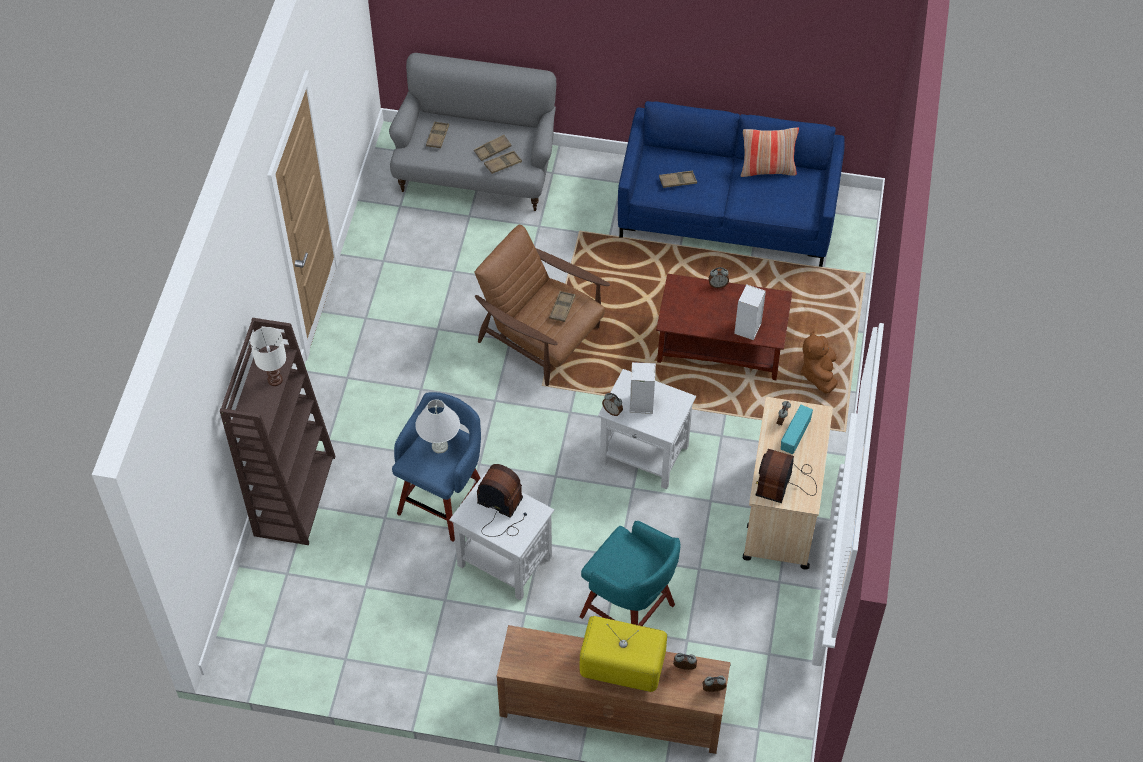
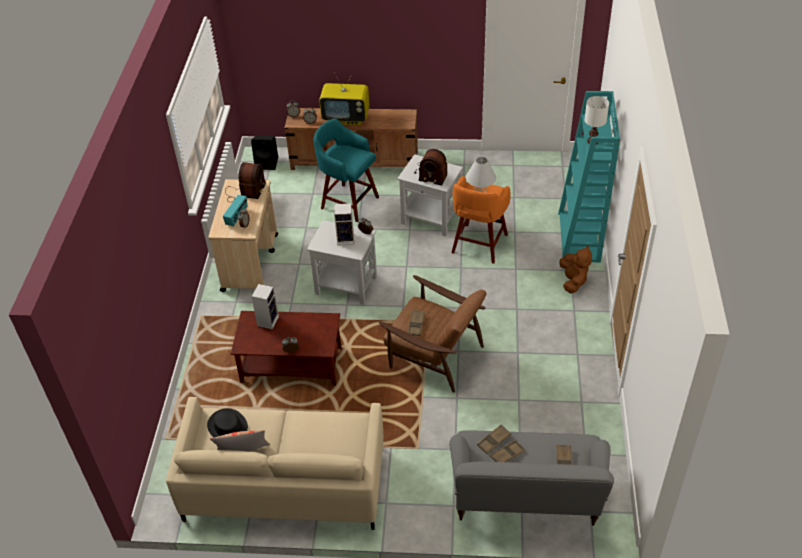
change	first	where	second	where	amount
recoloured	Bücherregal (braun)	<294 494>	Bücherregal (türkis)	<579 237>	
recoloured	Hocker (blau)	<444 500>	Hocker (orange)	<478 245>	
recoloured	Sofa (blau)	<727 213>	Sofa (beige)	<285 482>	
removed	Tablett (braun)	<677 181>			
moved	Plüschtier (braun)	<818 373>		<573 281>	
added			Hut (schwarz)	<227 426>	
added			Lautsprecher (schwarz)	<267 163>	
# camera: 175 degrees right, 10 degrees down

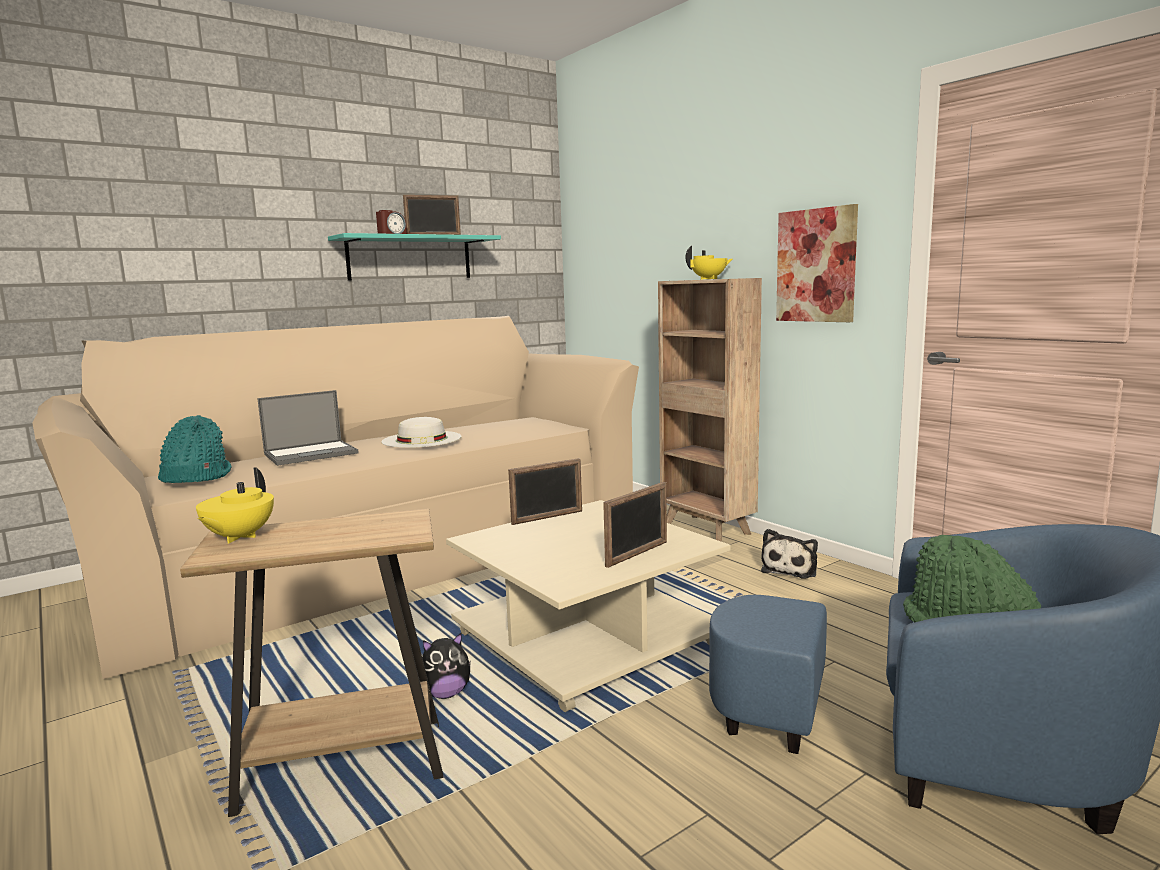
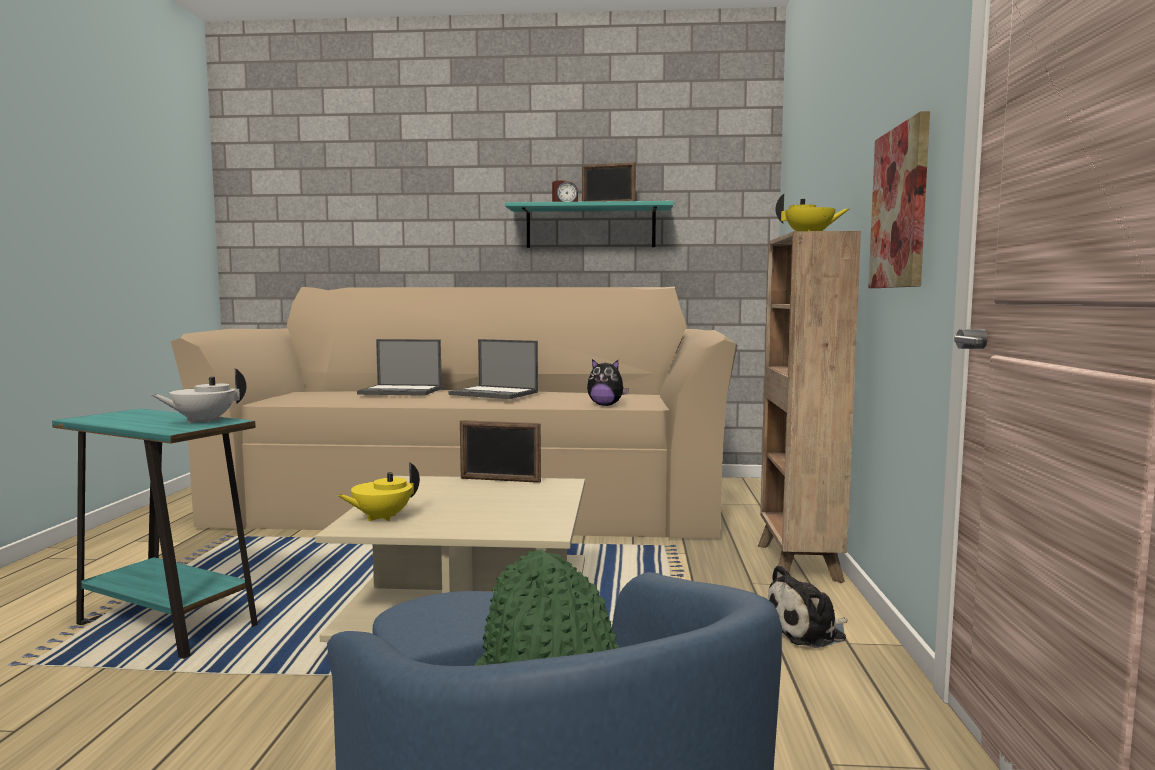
change	first	where	second	where	amount
removed	Hut (türkis)	<195 477>			
recoloured	Beistelltisch (braun)	<342 766>	Beistelltisch (türkis)	<167 624>	
moved	Teekanne (gelb)	<238 537>		<381 518>	
replaced	Hut (weiß)	<422 439>	Laptop	<495 393>	
moved	Plüschtier	<446 694>		<606 405>	
removed	Bilderrahmen	<637 554>			
added			Teekanne (weiß)	<203 421>	
# camera: 40 degrees right, 5 degrees down

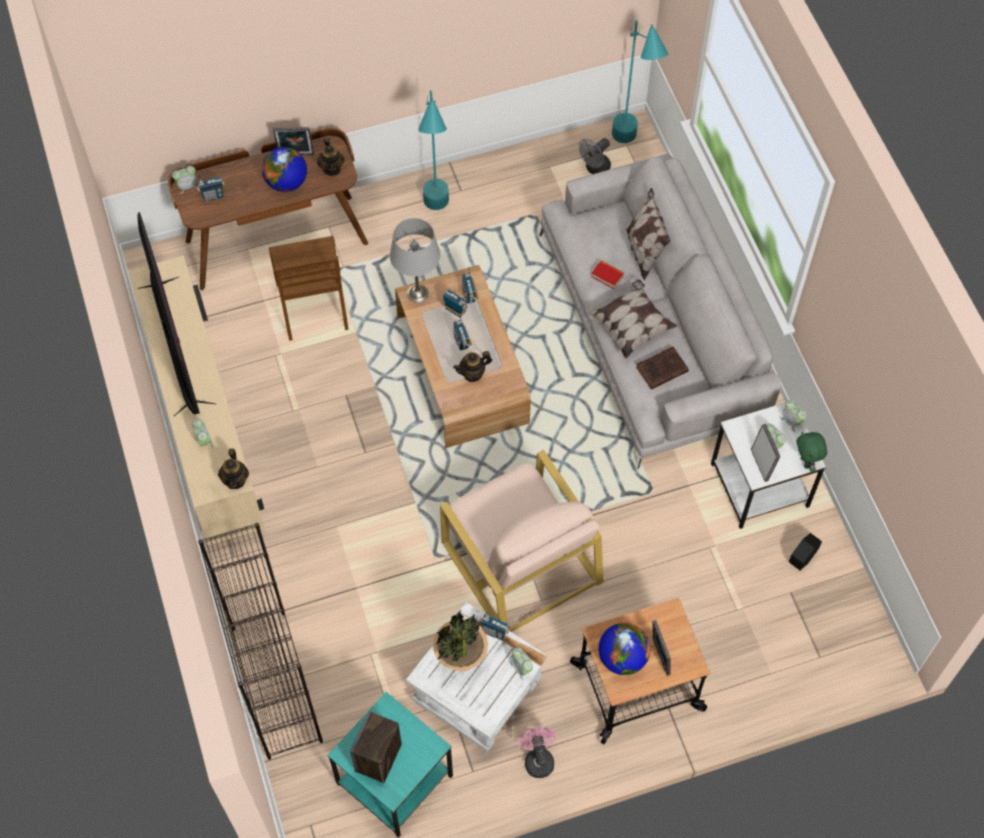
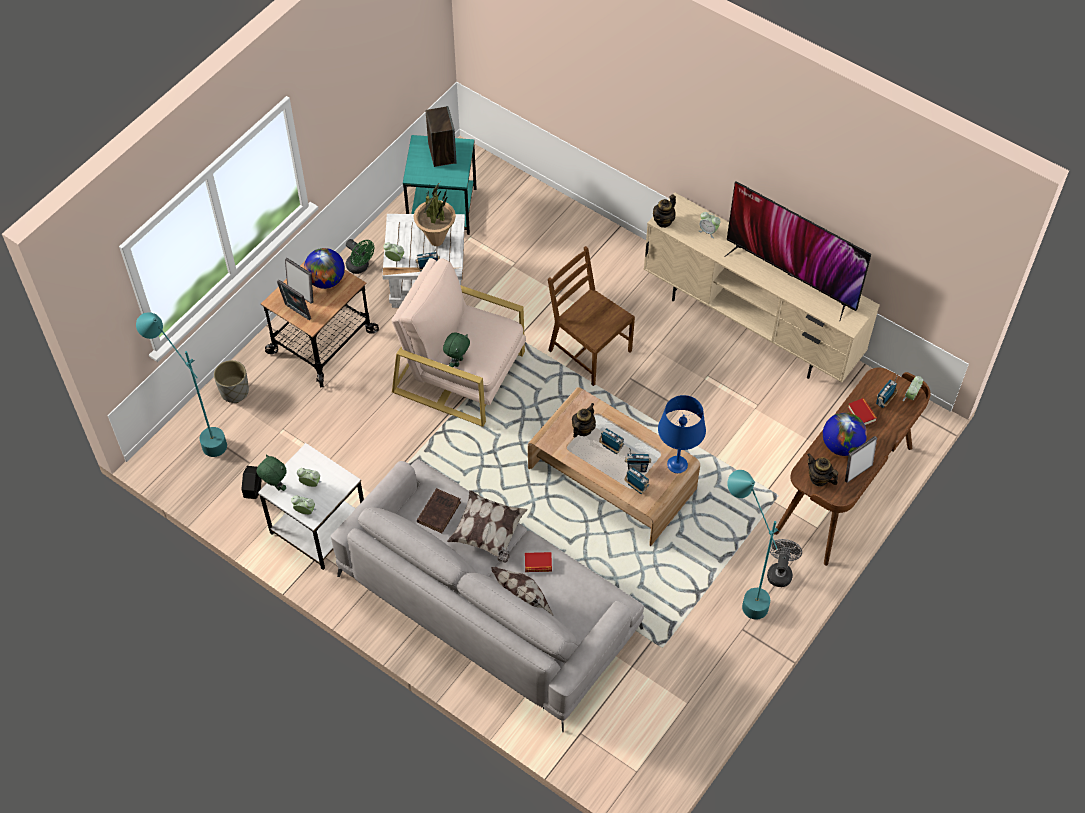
change	first	where	second	where	amount
removed	Bücherregal (schwarz)	<275 683>			
turned	Teekanne	<235 480>		<663 221>	105 degrees counterclockwise
moved	Stuhl (braun)	<313 307>		<588 351>	
recoloured	Tischlampe (grau)	<418 293>	Tischlampe (blau)	<677 464>	
recoloured	Ventilator (rosa)	<537 758>	Ventilator (grün)	<360 267>	
moved	Ventilator (grau)	<595 168>		<780 572>	
moved	Stehlampe (türkis)	<631 149>		<199 435>	
moved	Bilderrahmen	<761 464>		<296 313>	
added			Pflanzkübel (grau)	<234 391>	
added			Plüschtier (grün)	<457 361>	
added			Buch	<861 414>	
# camera: 145 degrees right, 5 degrees down

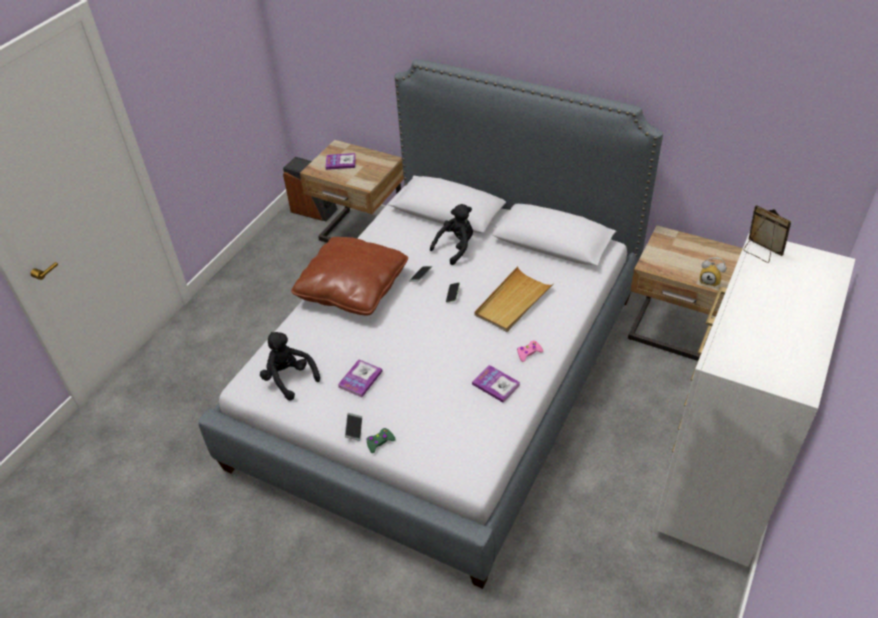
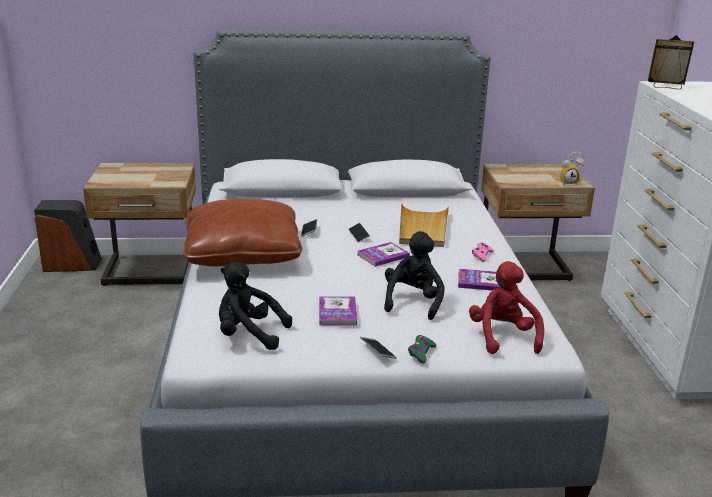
change	first	where	second	where	amount
moved	Buch	<340 162>		<383 255>	
moved	Plüschtier (schwarz)	<456 247>		<413 302>	
added			Plüschtier (rot)	<503 337>	
# camera: 35 degrees left, 20 degrees down

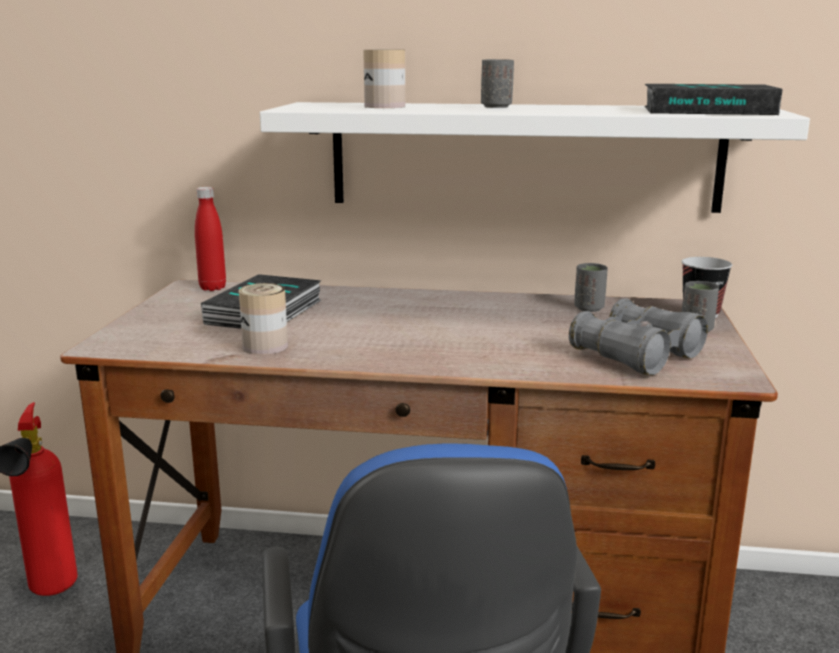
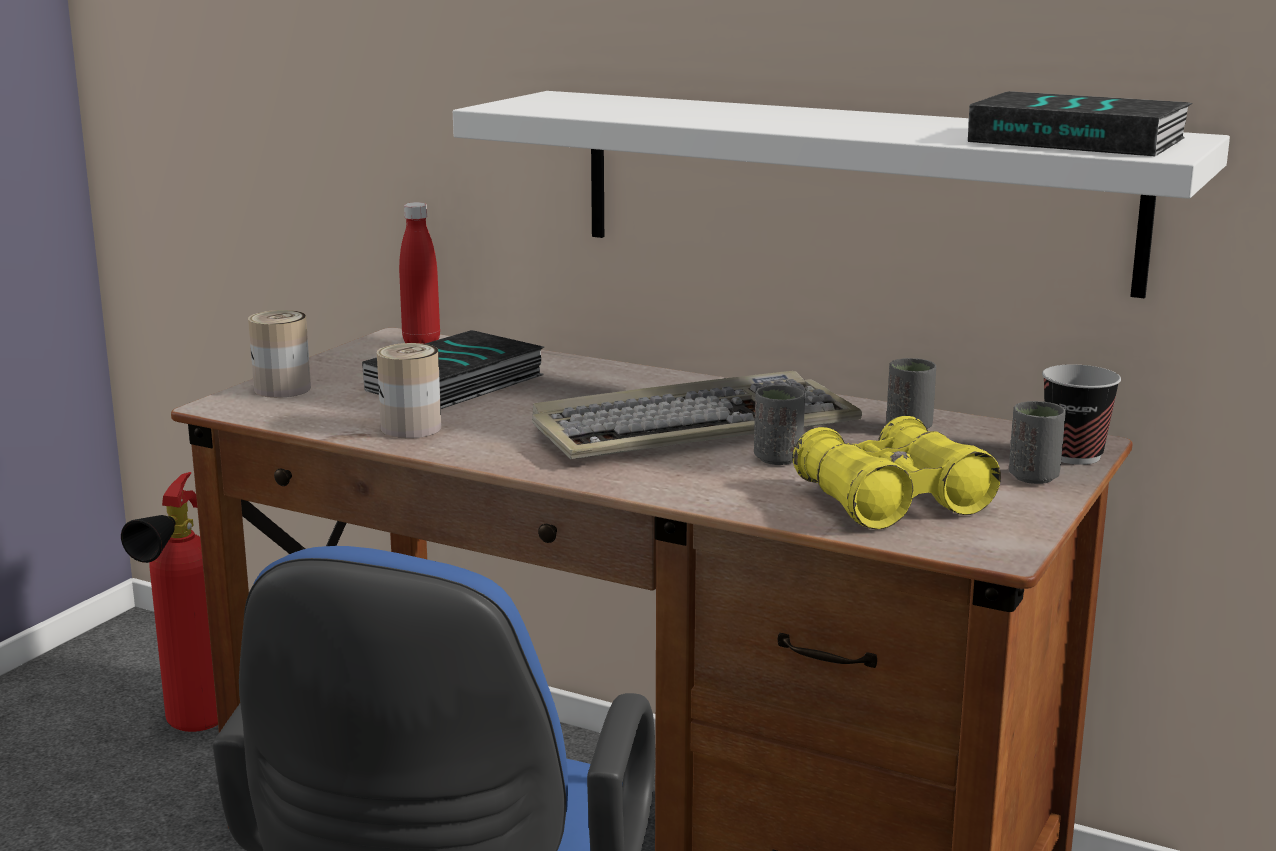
change	first	where	second	where	amount
moved	Dose	<384 106>		<282 389>	
moved	Tasse (grau)	<496 107>		<778 459>	
recoloured	Fernglas (grau)	<636 355>	Fernglas (gelb)	<892 500>	
added			Tastatur	<694 427>	
# camera: 20 degrees right, 0 degrees up

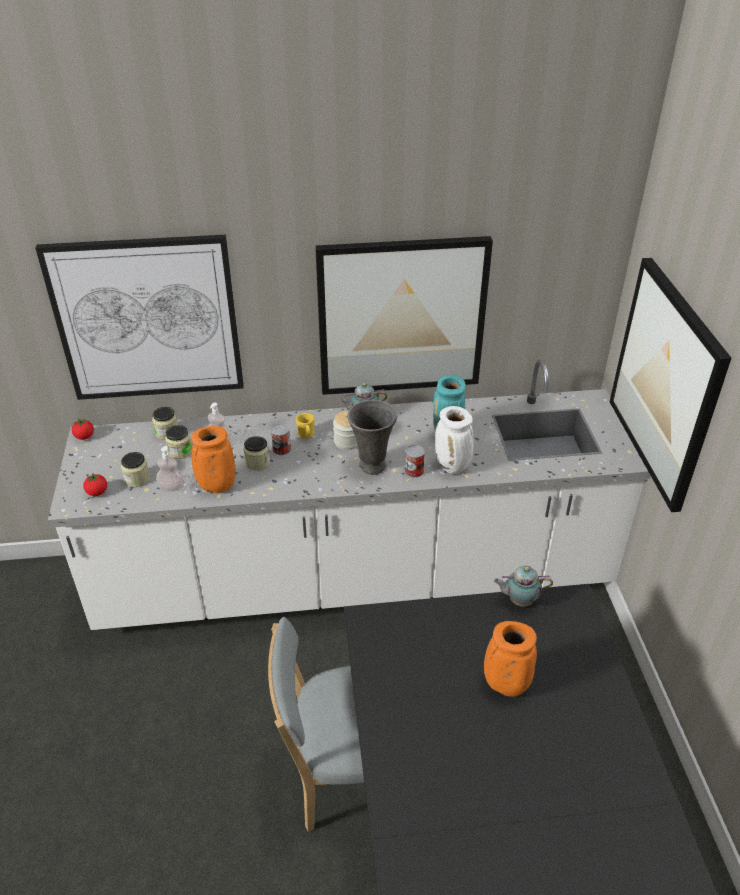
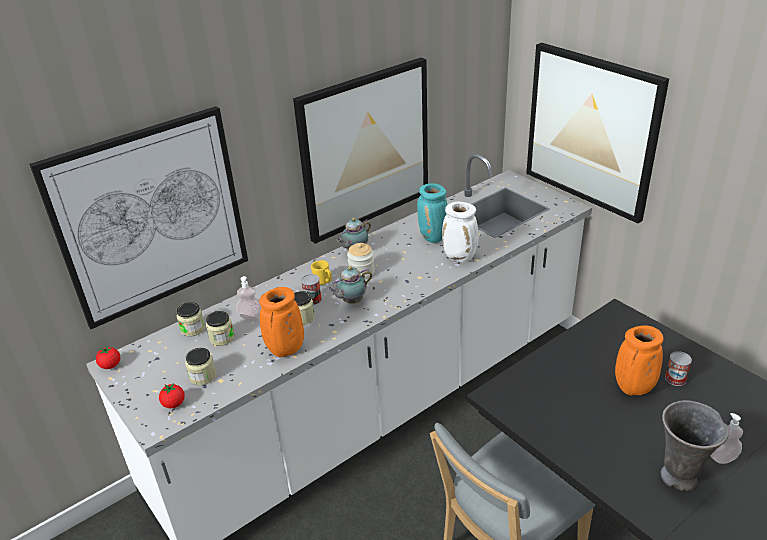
change	first	where	second	where	amount
moved	Seifenspender	<172 486>		<723 457>	
moved	Vase (grau)	<372 466>		<679 479>	
moved	Dose	<414 471>		<675 379>	
moved	Teekanne	<519 600>		<351 301>	
# camera: 30 degrees left, 5 degrees down

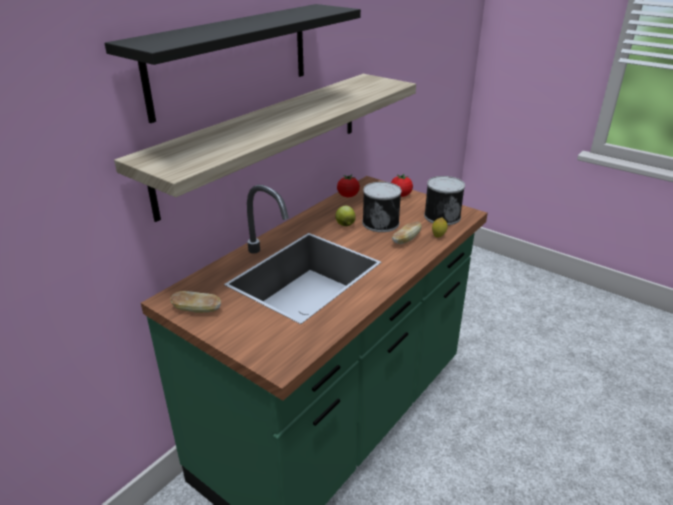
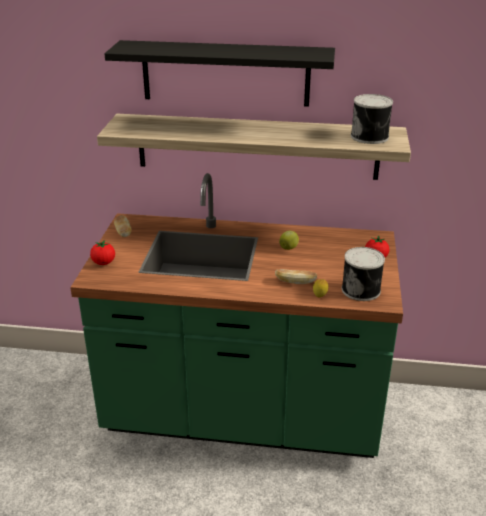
change	first	where	second	where	amount
moved	Tomate	<348 196>		<104 263>	
moved	Dose	<381 222>		<370 136>	
# camera: 60 degrees right, 0 degrees up

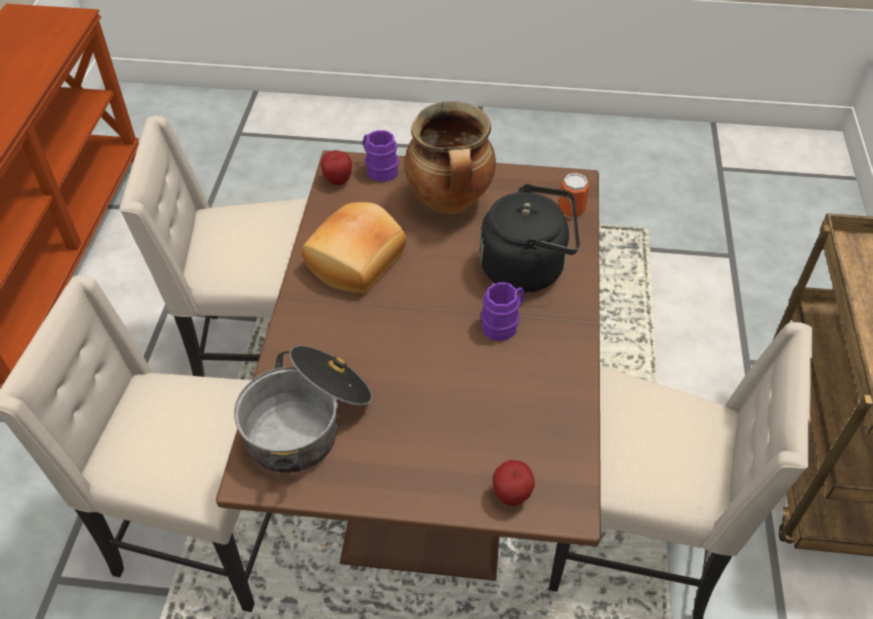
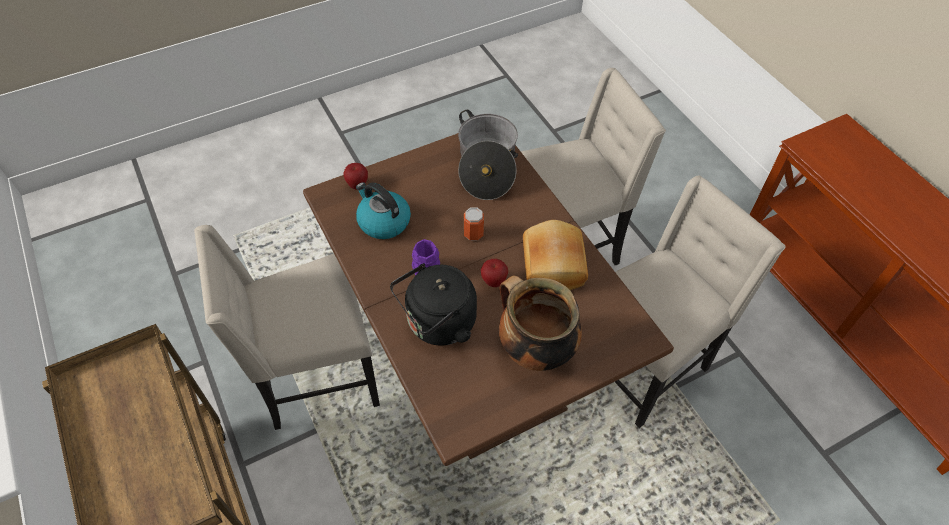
change	first	where	second	where	amount
moved	Apfel	<338 181>		<493 281>	
removed	Henkelbecher (lila)	<379 169>			
moved	Dose	<571 210>		<473 234>	
added			Wasserkessel	<383 222>	
# camera: 145 degrees right, 5 degrees up

